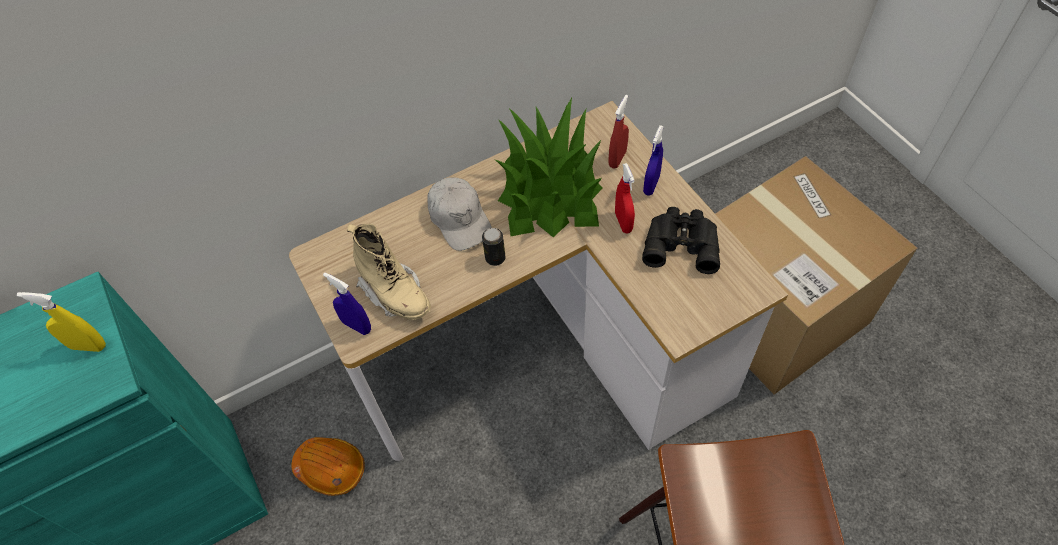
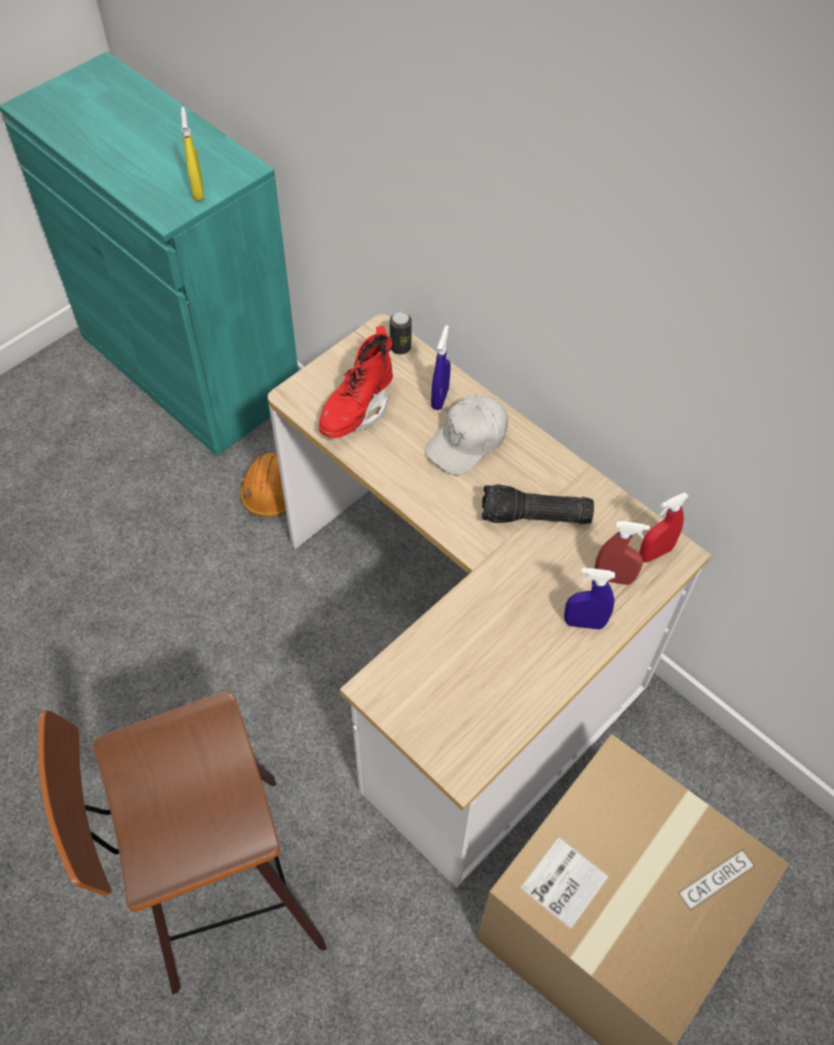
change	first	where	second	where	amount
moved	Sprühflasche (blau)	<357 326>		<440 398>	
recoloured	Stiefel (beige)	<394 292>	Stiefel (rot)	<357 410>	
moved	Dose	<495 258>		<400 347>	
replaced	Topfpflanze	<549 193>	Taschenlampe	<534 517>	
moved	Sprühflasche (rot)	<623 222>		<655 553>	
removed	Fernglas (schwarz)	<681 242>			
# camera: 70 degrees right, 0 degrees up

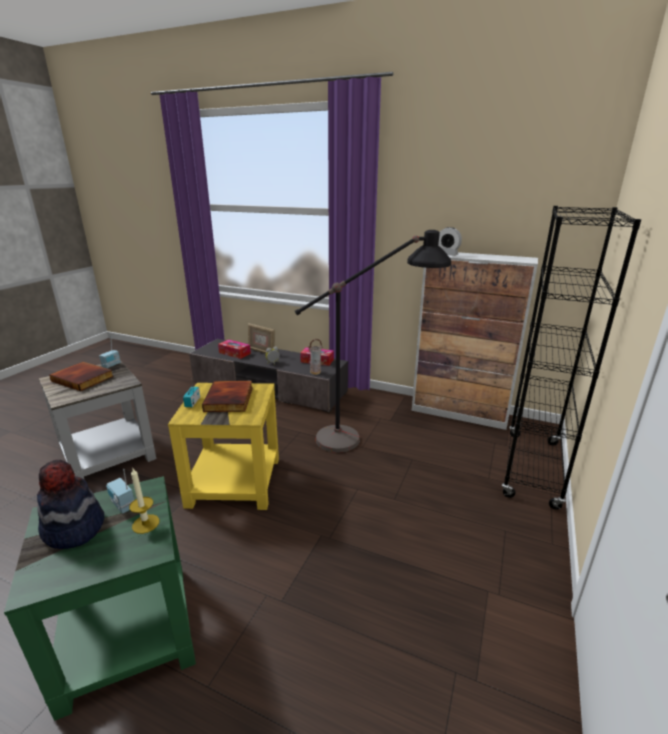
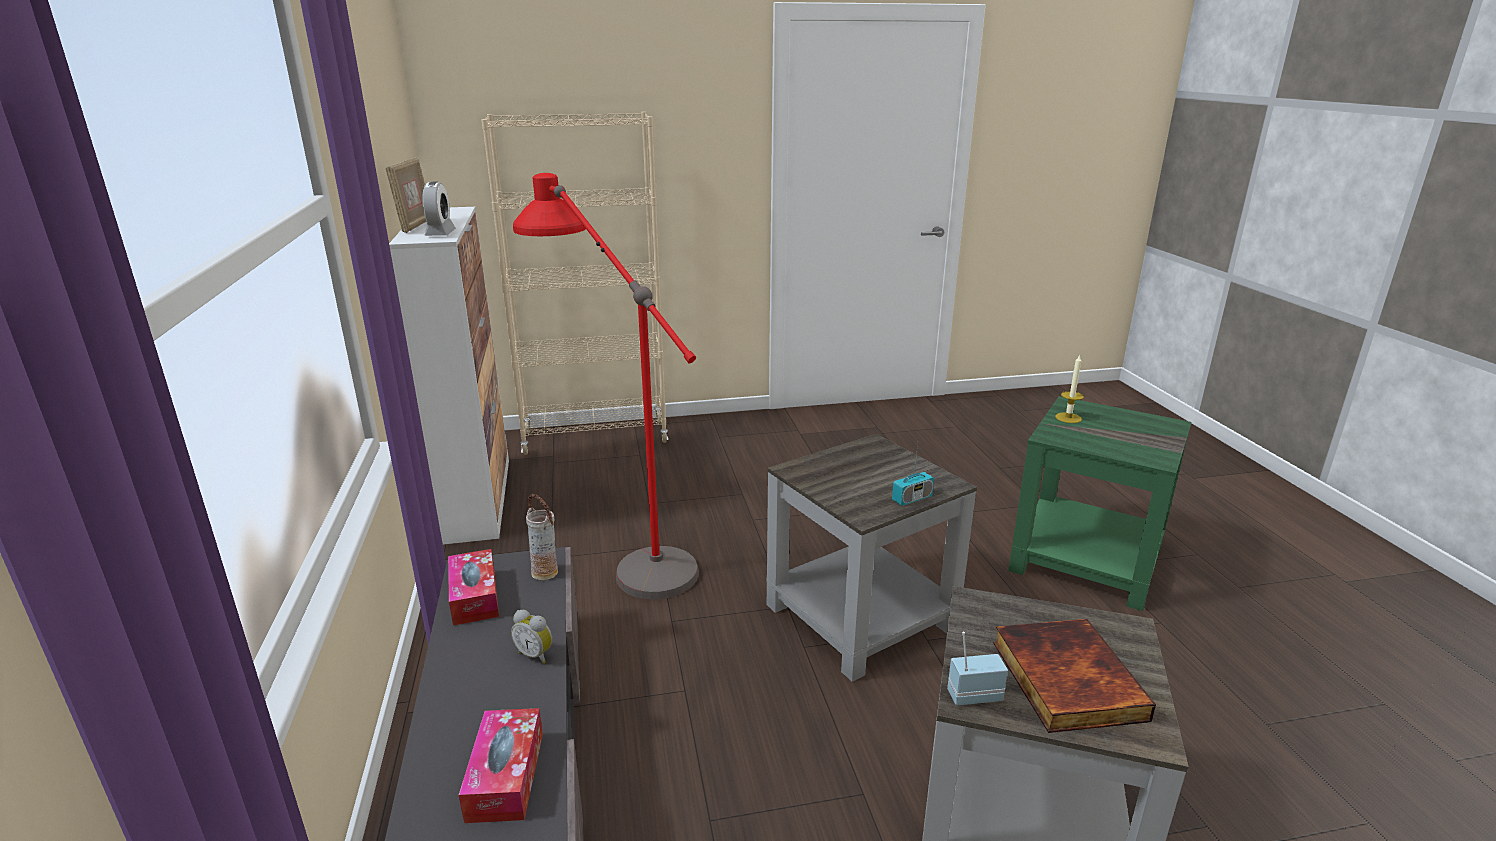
change	first	where	second	where	amount
removed	Hut	<73 528>			
removed	Radio	<122 505>			
recoloured	Beistelltisch (gelb)	<235 482>	Beistelltisch (grau)	<860 614>	
removed	Buch	<230 399>			
moved	Bilderrahmen	<261 351>		<415 226>	
recoloured	Stehlampe (schwarz)	<368 437>	Stehlampe (rot)	<623 550>	
recoloured	Bücherregal (schwarz)	<532 468>	Bücherregal (beige)	<595 437>	
# camera: 125 degrees left, 0 degrees up

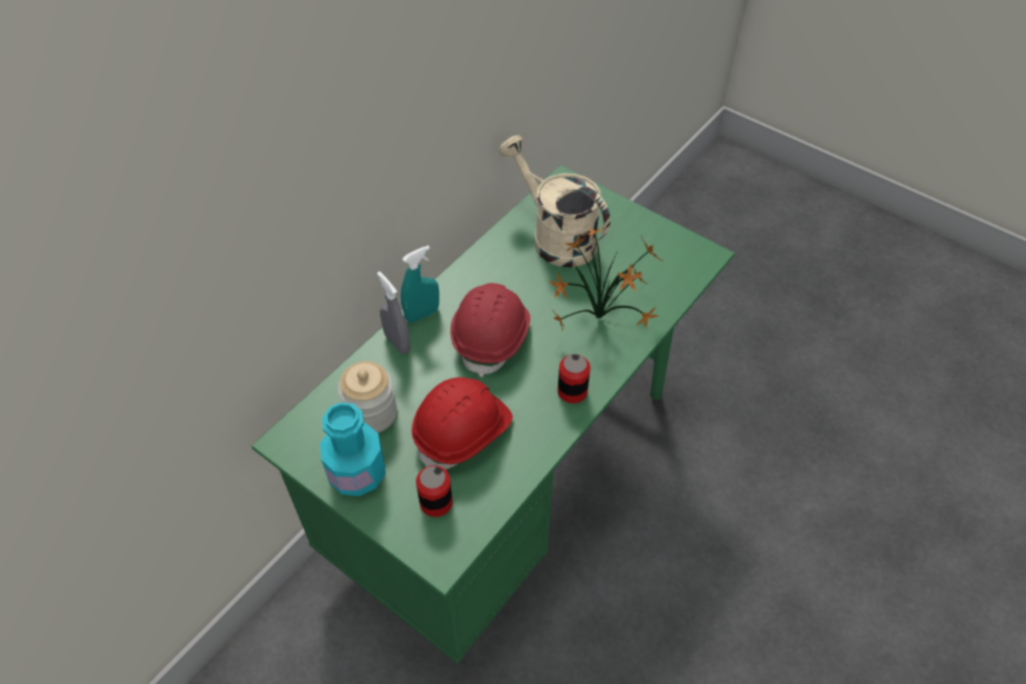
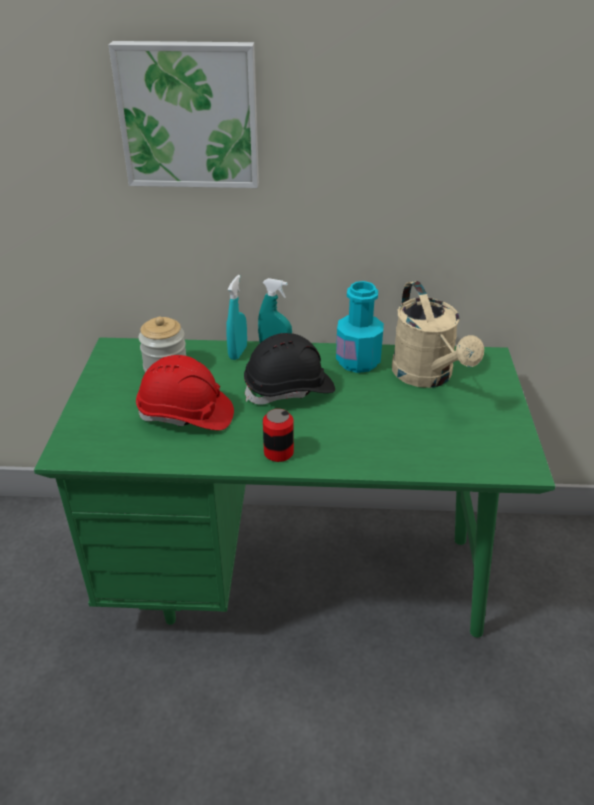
change	first	where	second	where	amount
moved	Flasche (türkis)	<357 474>		<358 361>	
recoloured	Sprühflasche (grau)	<397 343>	Sprühflasche (türkis)	<238 352>	
removed	Dose	<436 502>			
recoloured	Schutzhelm (rot)	<492 337>	Schutzhelm (schwarz)	<289 390>	
turned	Gießkanne (beige)	<555 237>		<427 377>	150 degrees clockwise
removed	Topfpflanze	<602 318>			
added			Bild	<189 115>	
# camera: 55 degrees right, 15 degrees down

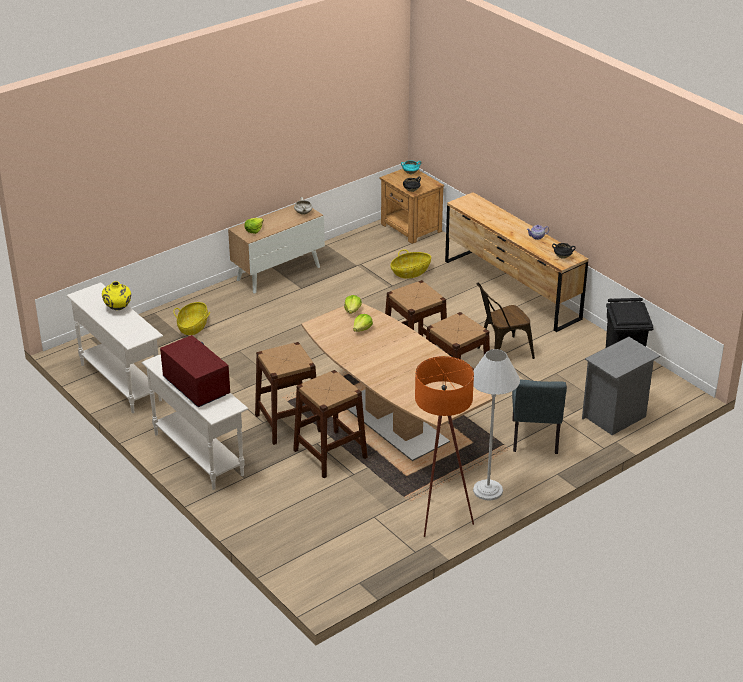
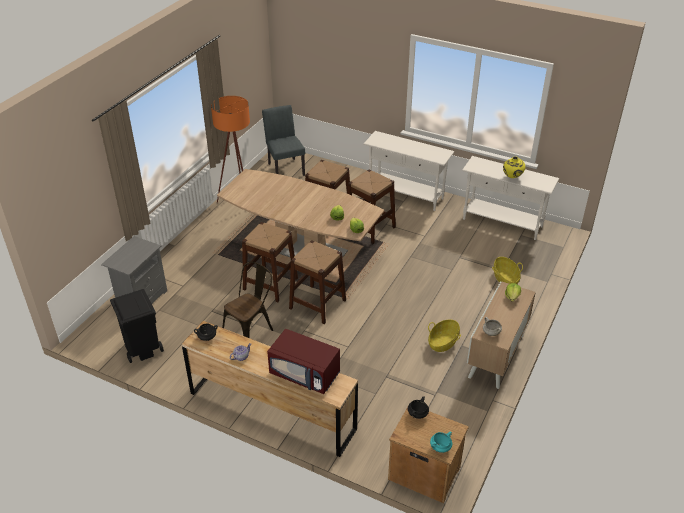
change	first	where	second	where	amount
moved	Mikrowelle (rot)	<195 387>		<305 374>	
moved	Korb	<410 272>		<443 342>	
removed	Stehlampe (weiß)	<488 490>			
moved	Stuhl (grau)	<535 440>		<285 167>	
# camera: 155 degrees right, 5 degrees up

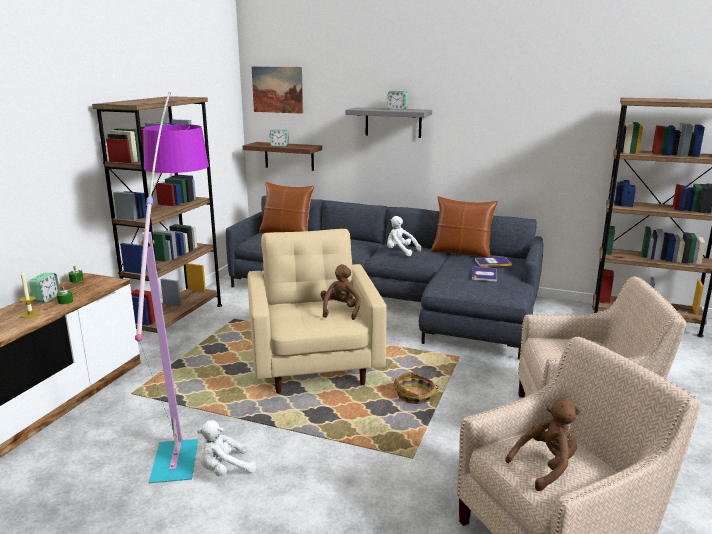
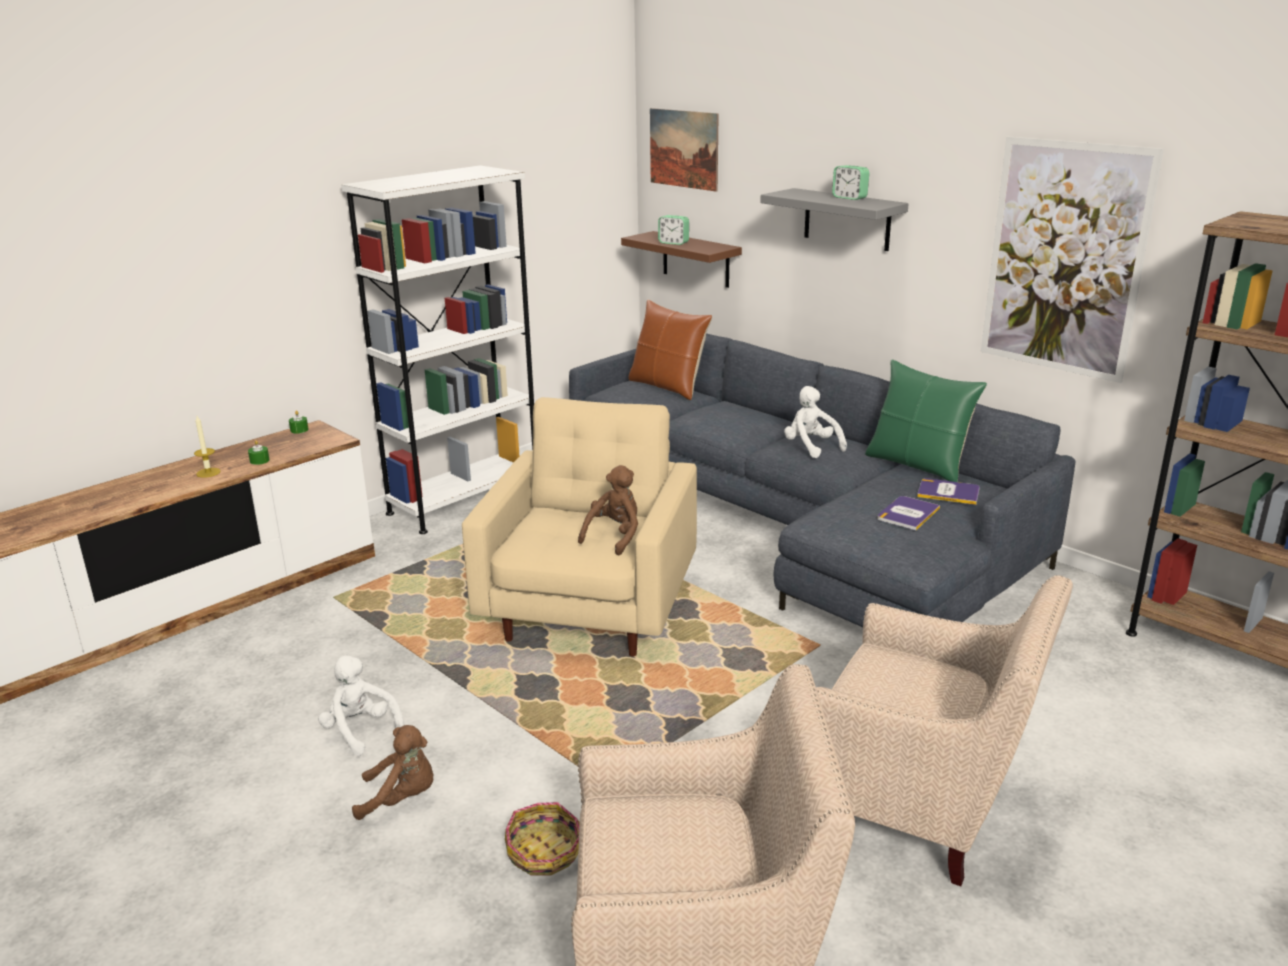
change	first	where	second	where	amount
removed	Wecker	<47 298>			
recoloured	Bücherregal (braun)	<177 320>	Bücherregal (weiß)	<465 500>	
removed	Stehlampe	<188 399>			
turned	Plüschtier (weiß)	<224 470>		<360 731>	45 degrees clockwise
moved	Korb	<415 395>		<546 853>	
recoloured	Kissen (braun)	<461 253>	Kissen (grün)	<918 465>	
moved	Plüschtier (braun)	<546 467>		<401 798>	
added			Bild	<1064 259>	
# camera: 25 degrees right, 5 degrees up

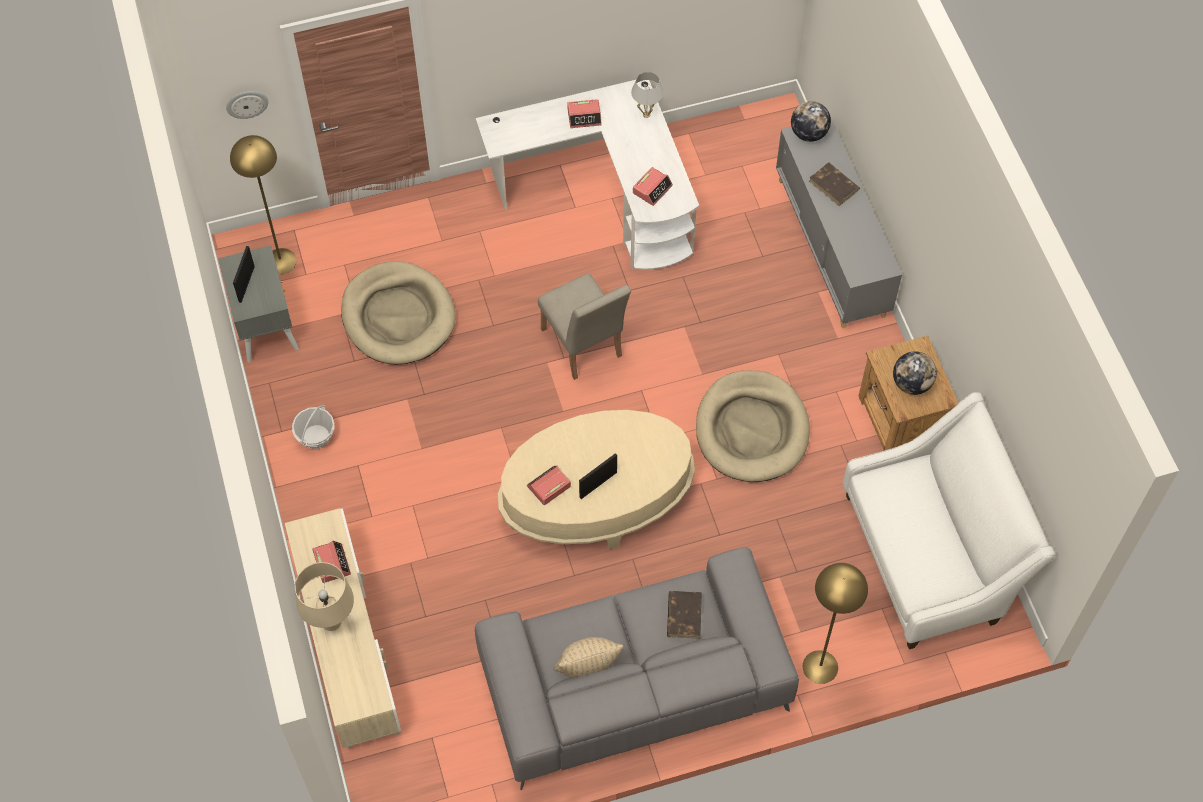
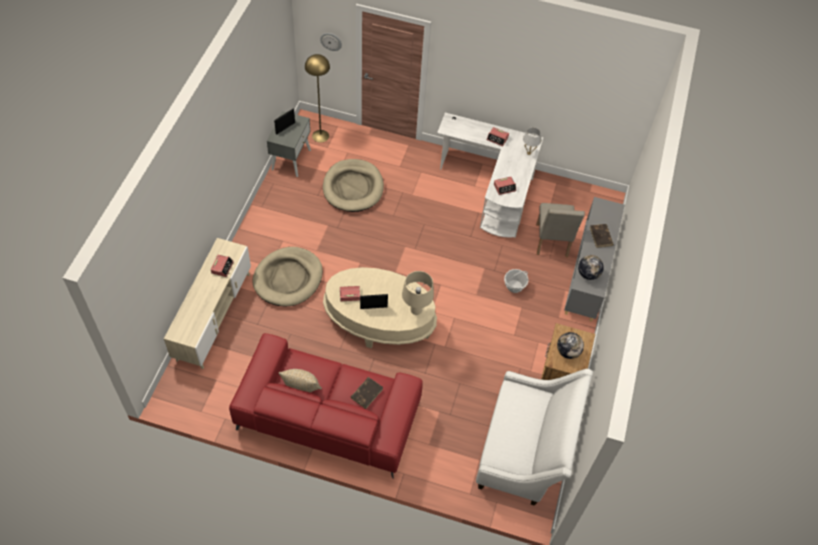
change	first	where	second	where	amount
moved	Korb	<316 437>		<514 286>	
moved	Tischlampe (beige)	<332 623>		<416 311>	
recoloured	Sofa (grau)	<633 684>	Sofa (rot)	<327 416>	
moved	Stuhl (beige)	<584 348>		<551 243>	
moved	Hundebett (beige)	<751 429>		<288 278>	
moved	Globus	<808 133>		<588 274>	
removed	Stehlampe (gelb)	<820 667>			
# camera: 30 degrees right, 5 degrees down

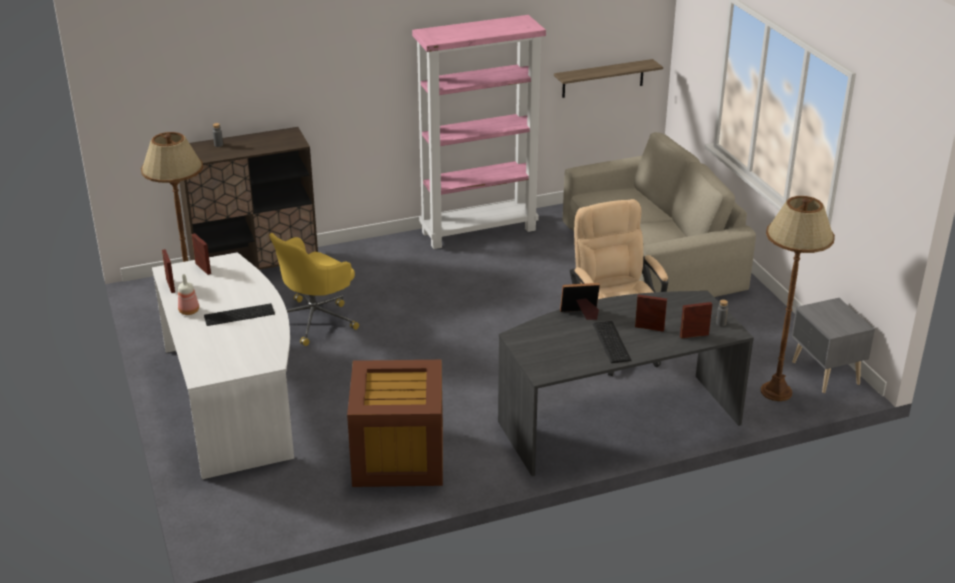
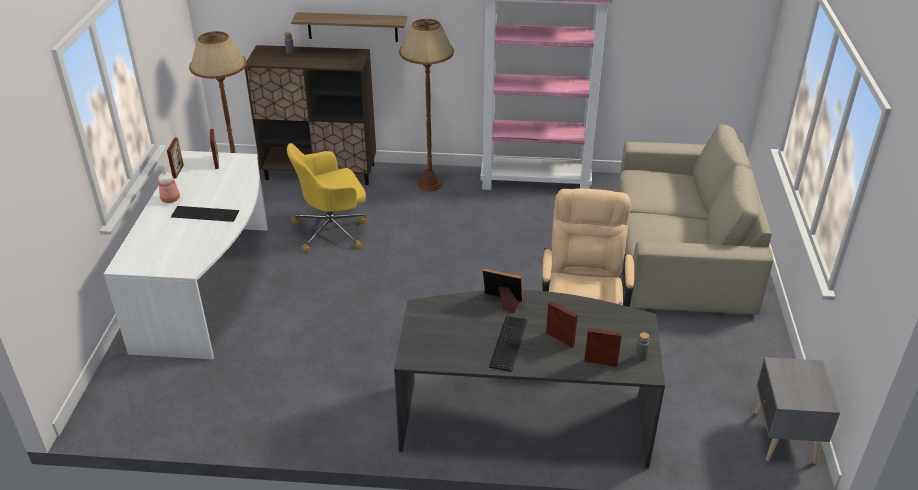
change	first	where	second	where	amount
removed	Aufbewahrungsbox (braun)	<400 458>			
moved	Wandregal	<603 78>		<352 27>	
moved	Stehlampe (braun)	<776 392>		<430 184>	
# camera: 25 degrees right, 5 degrees up

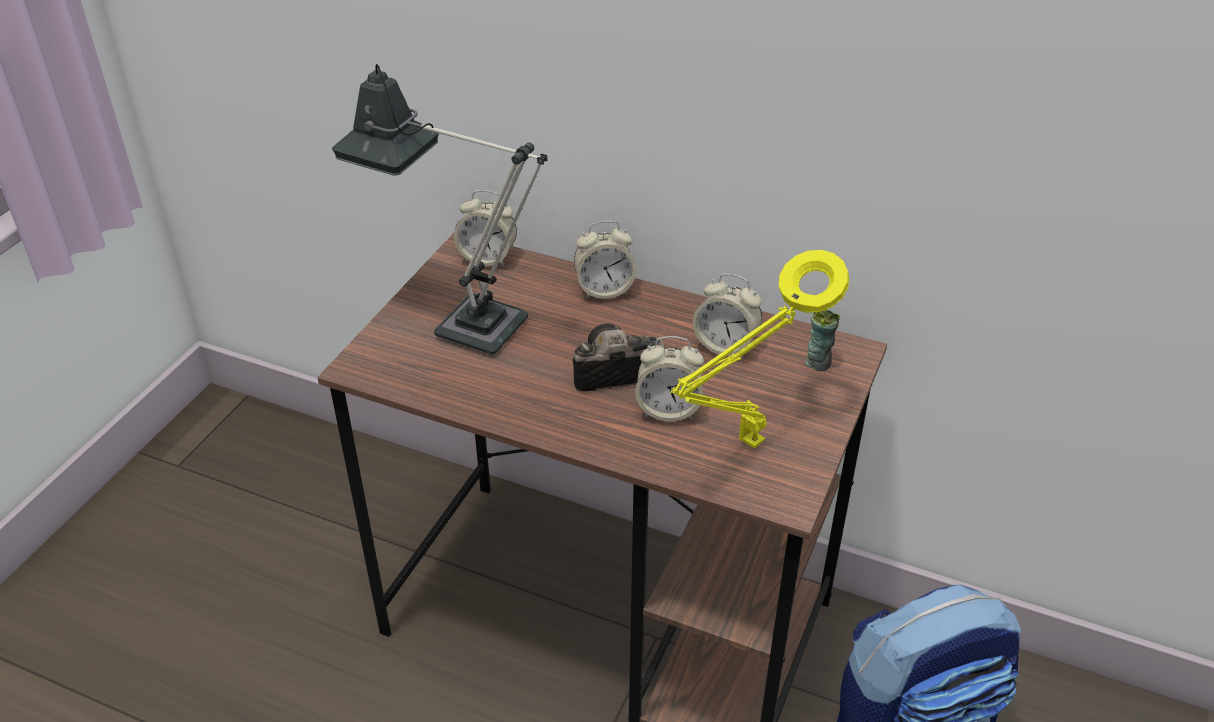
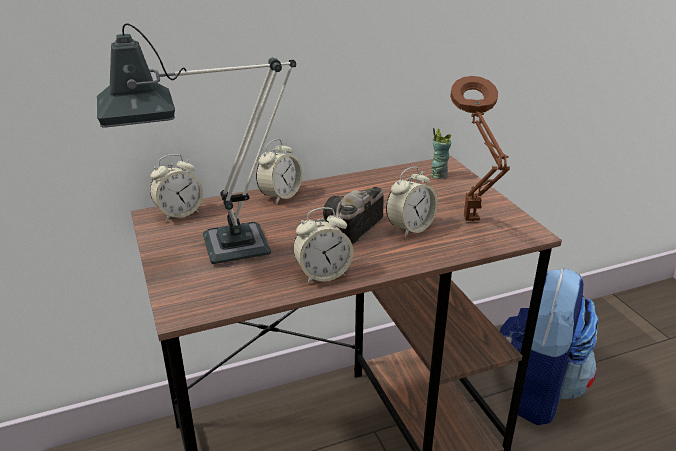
change	first	where	second	where	amount
recoloured	Tischlampe (gelb)	<746 445>	Tischlampe (braun)	<472 222>	
moved	Wecker	<725 346>		<323 274>	
# camera: 45 degrees left, 10 degrees down

